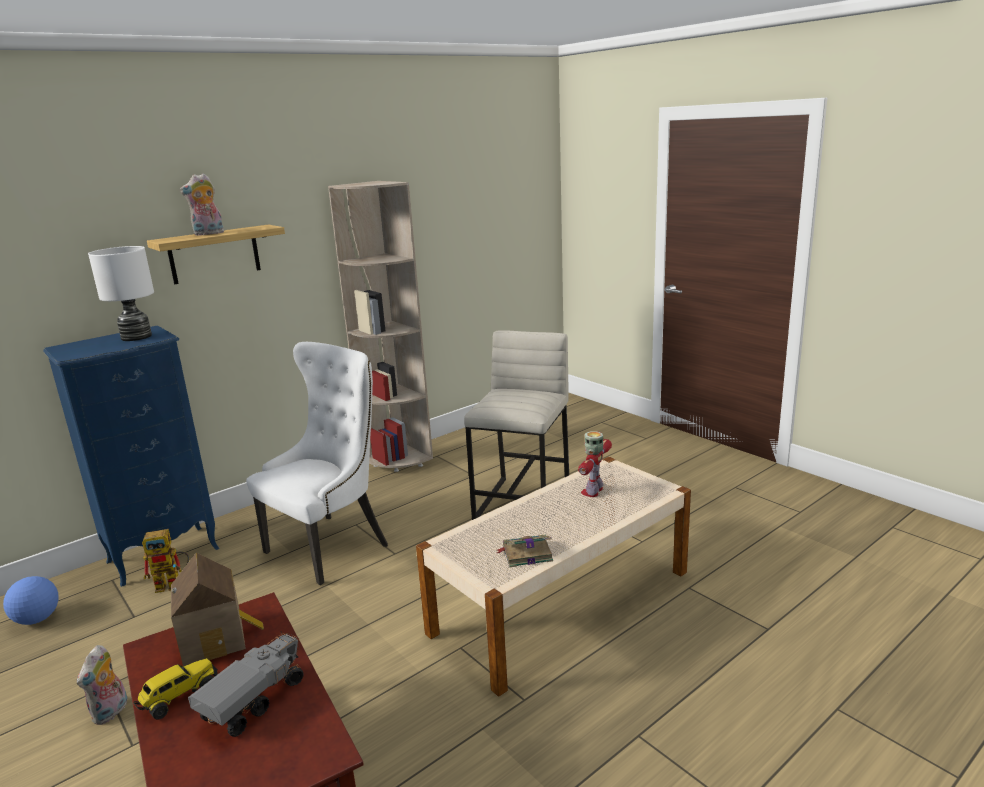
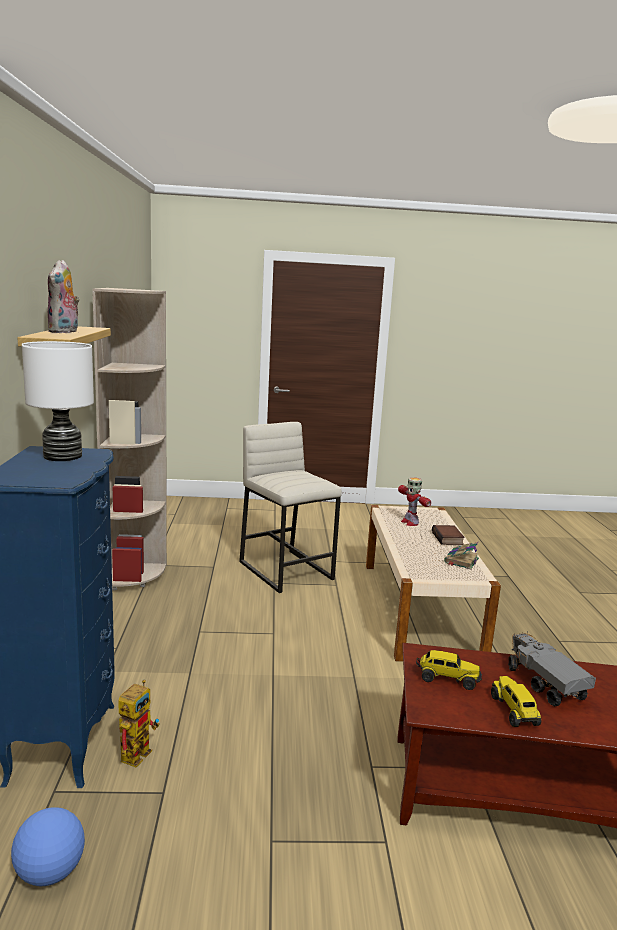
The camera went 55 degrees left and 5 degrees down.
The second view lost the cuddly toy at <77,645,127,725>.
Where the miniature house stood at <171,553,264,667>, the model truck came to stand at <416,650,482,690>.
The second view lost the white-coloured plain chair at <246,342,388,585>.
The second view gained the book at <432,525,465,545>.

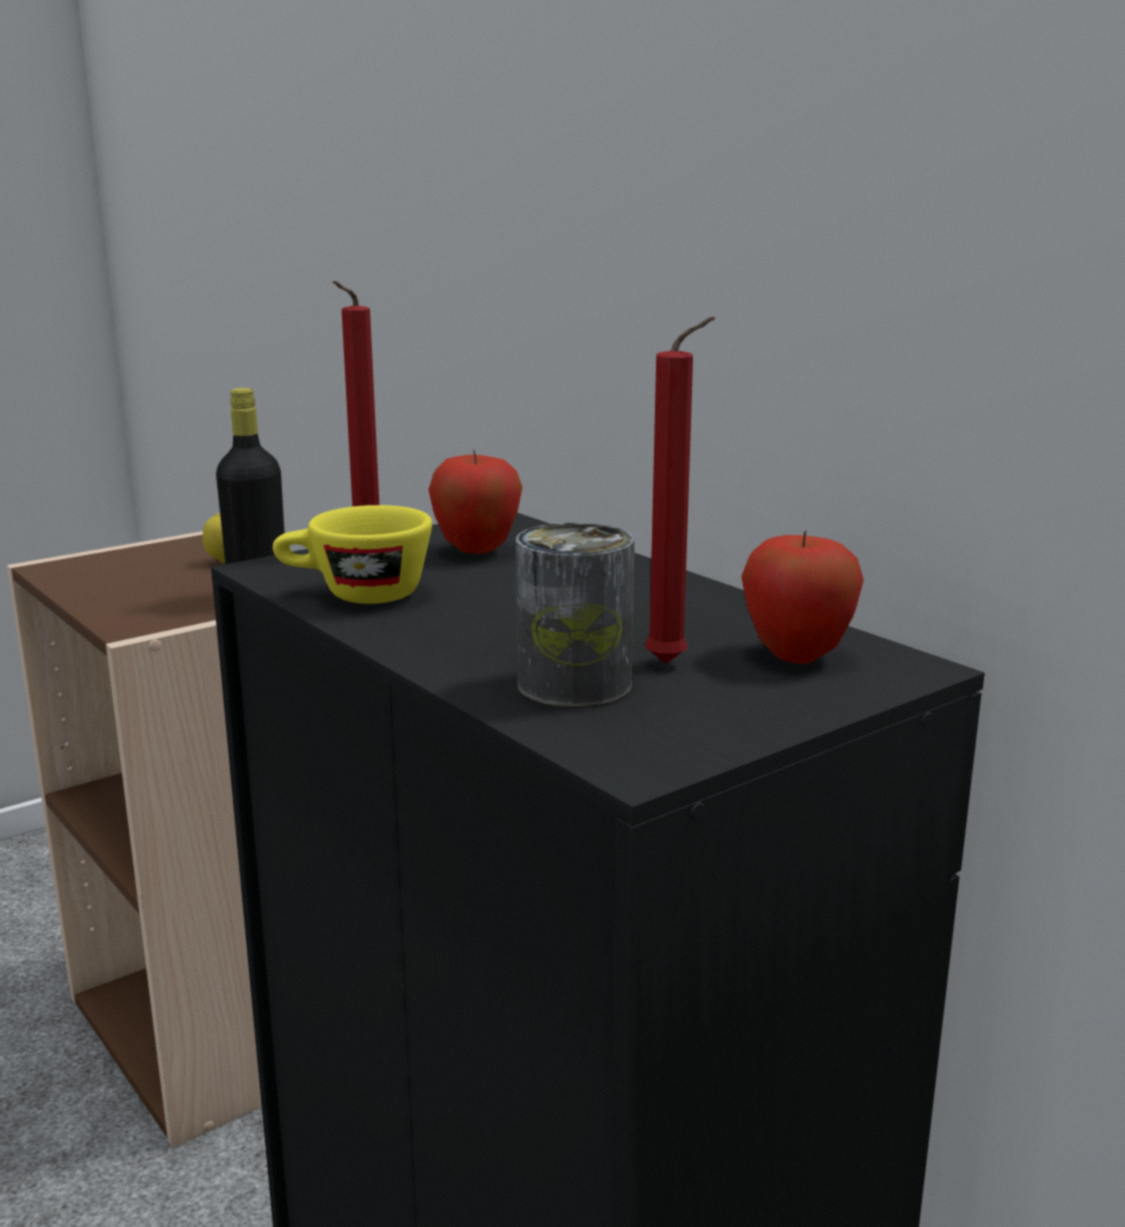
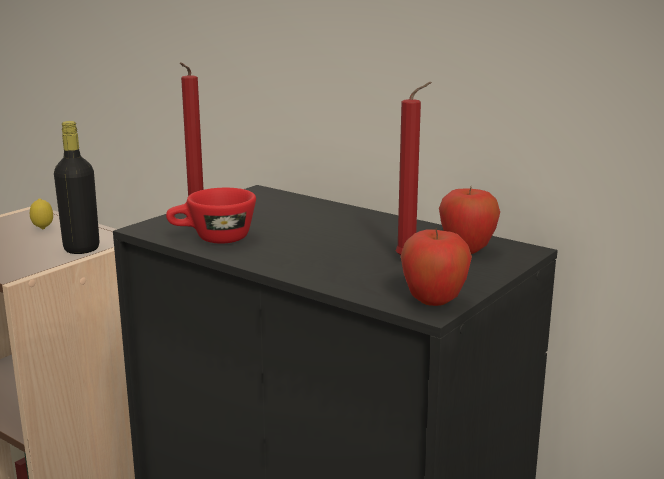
The camera went 15 degrees left and 0 degrees up.
What was the yellowish small cup at <273,505,432,604> turned into the reddish small cup at <166,188,256,244>.
The apple fruit ended up elsewhere, having gone from <428,450,522,554> to <401,228,472,306>.
The second view lost the sealed can at <516,523,635,708>.

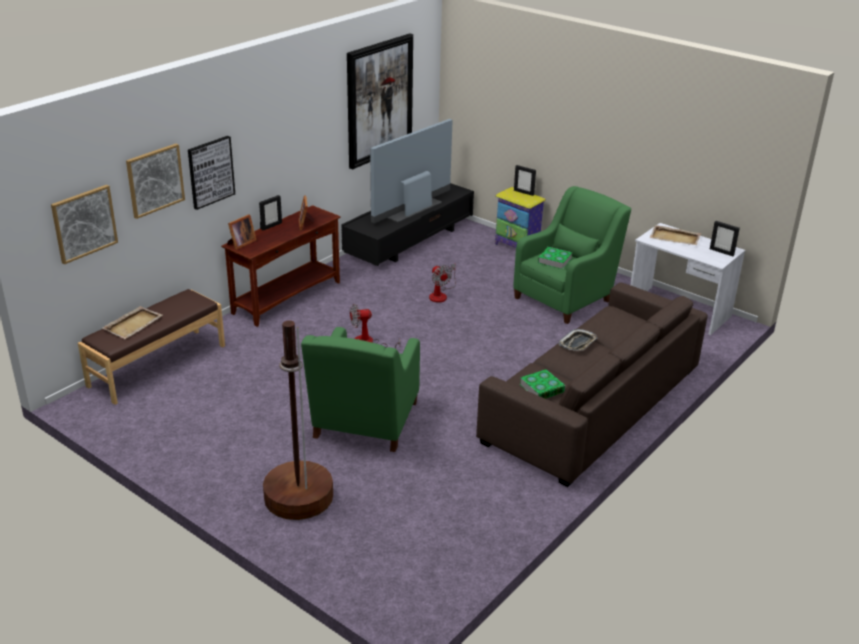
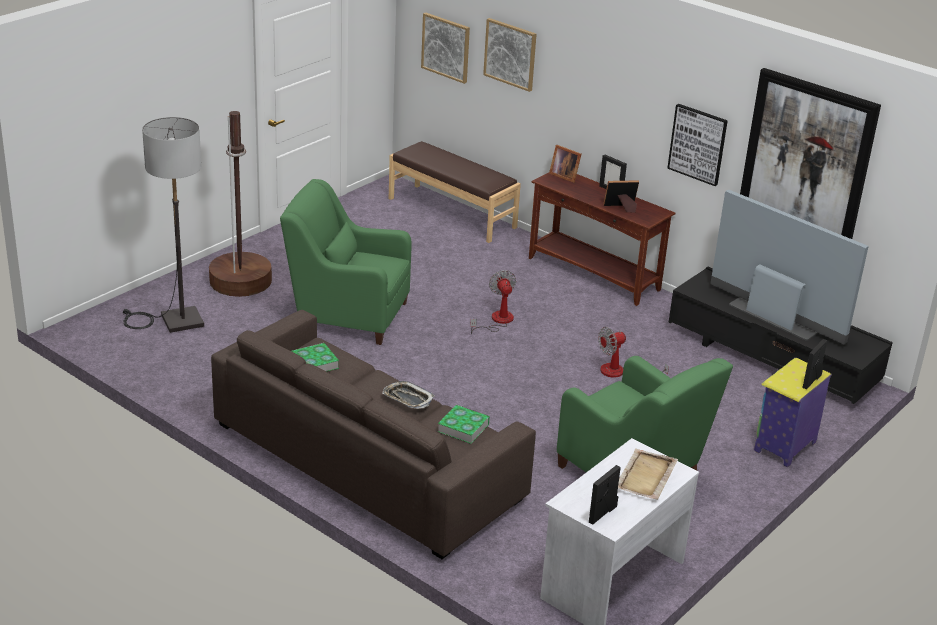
The camera went 90 degrees right and 0 degrees up.
The second view lost the beige-coloured tray at <102,306,163,339>.
The picture ended up elsewhere, having gone from <188,136,235,210> to <667,104,728,186>.
The book ended up elsewhere, having gone from <538,247,573,269> to <438,405,490,444>.
The second view gained the standard lamp at <123,117,204,333>.

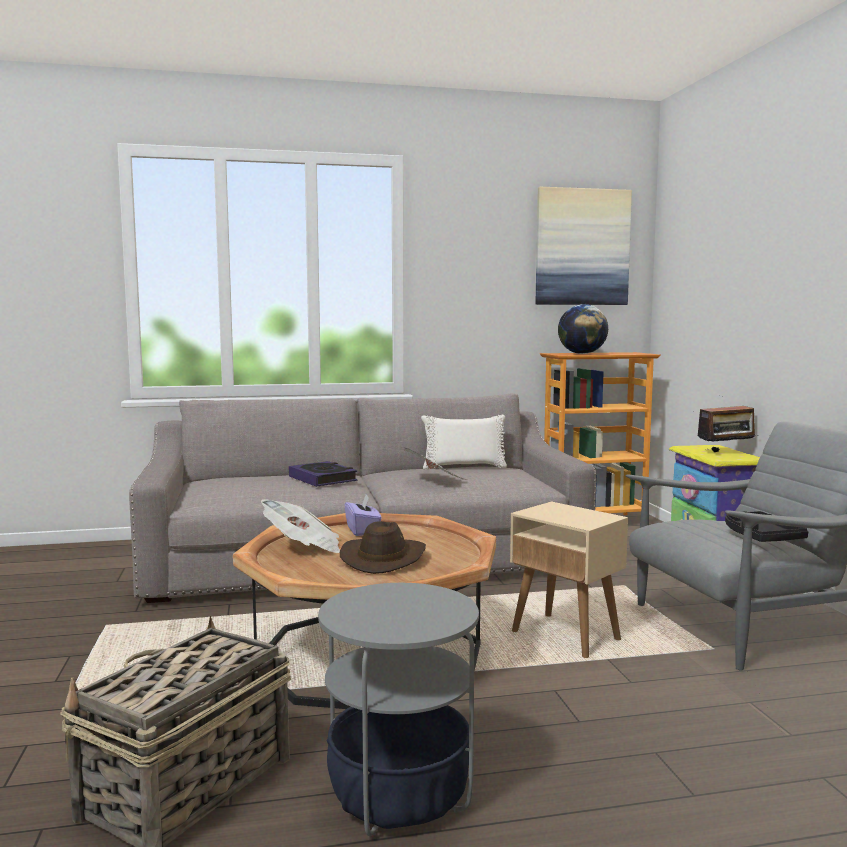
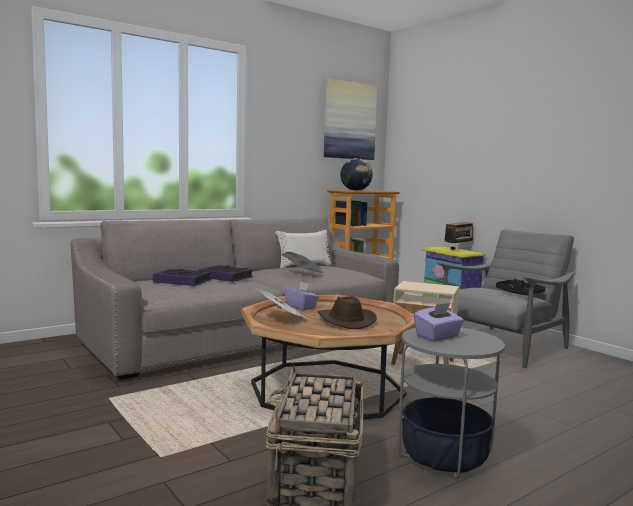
The camera went 25 degrees left and 0 degrees up.
The second view gained the book at <153,269,211,286>.
The second view gained the purplish tissue box at <414,303,464,341>.

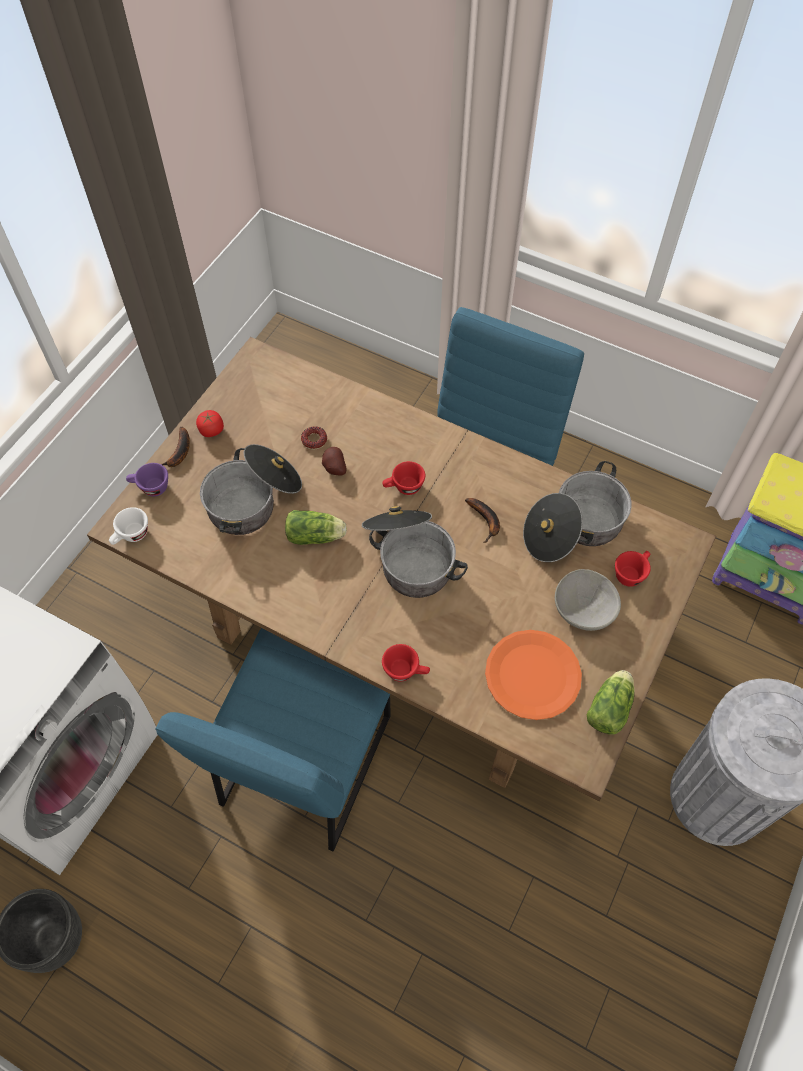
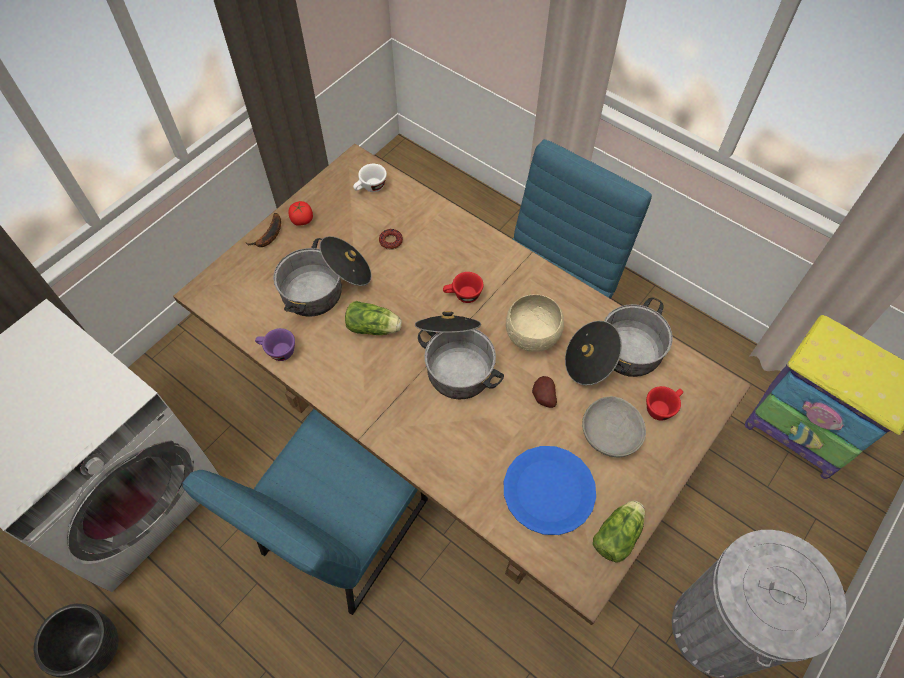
The camera went 10 degrees right and 0 degrees up.
The white-coloured small cup ended up elsewhere, having gone from <109,507,148,545> to <353,164,387,192>.
The purplish small cup ended up elsewhere, having gone from <126,463,168,496> to <255,328,295,361>.
The potato ended up elsewhere, having gone from <322,447,347,476> to <532,376,557,408>.
The second view lost the reddish small cup at <382,644,430,682>.
Where the banana fruit stood at <465,498,500,543>, the beige-coloured serving bowl came to stand at <506,294,564,352>.
What was the orange flat dish at <485,630,582,720> turned into the blue flat dish at <504,446,596,535>.

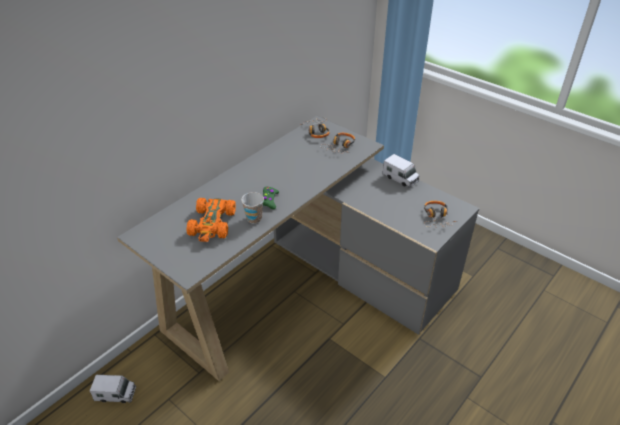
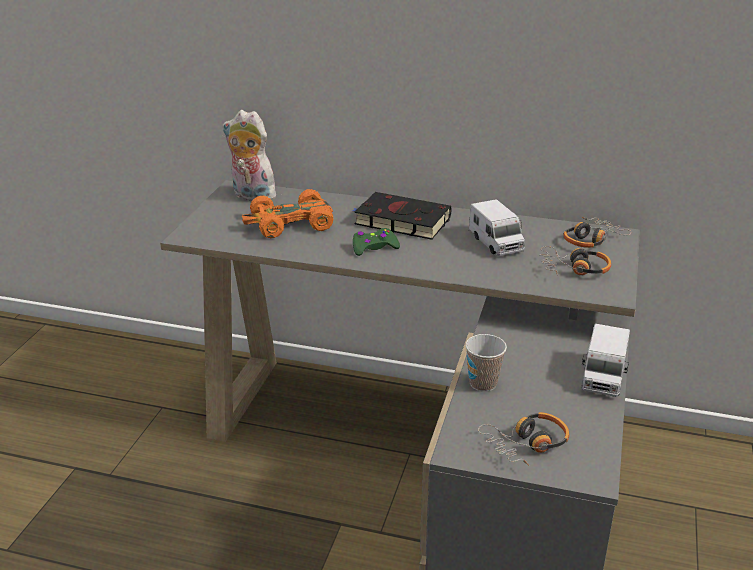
The camera went 65 degrees right and 10 degrees down.
The model truck ended up elsewhere, having gone from <90,375,136,403> to <469,199,525,256>.
The small cup ended up elsewhere, having gone from <241,192,264,224> to <465,334,507,392>.
The second view gained the cuddly toy at <222,110,280,201>.
The second view gained the black book at <352,192,451,240>.

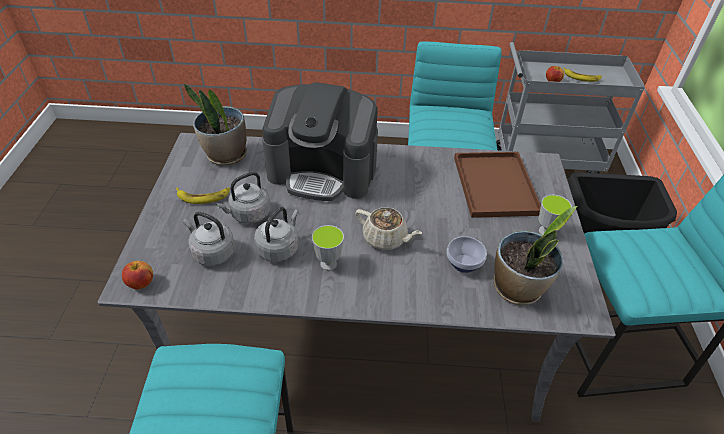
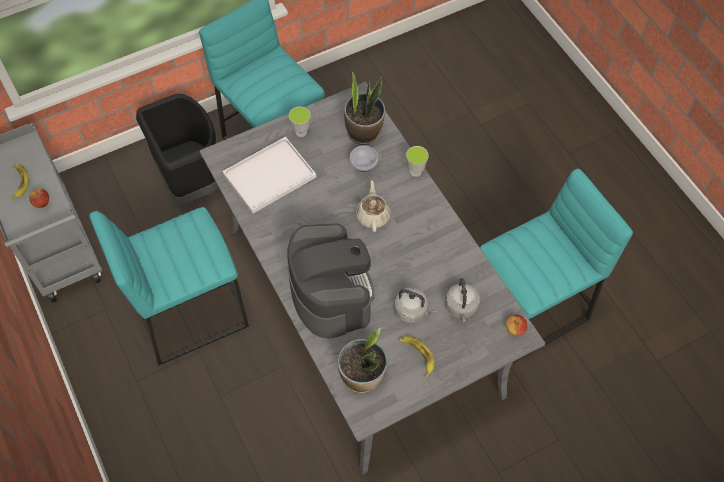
The camera went 120 degrees left and 15 degrees up.
The second view lost the greyish kettle at <254,207,299,262>.
The small cup ended up elsewhere, having gone from <312,225,344,271> to <406,146,429,177>.
What was the brown tray at <454,152,541,218> turned into the white-coloured tray at <223,136,316,213>.

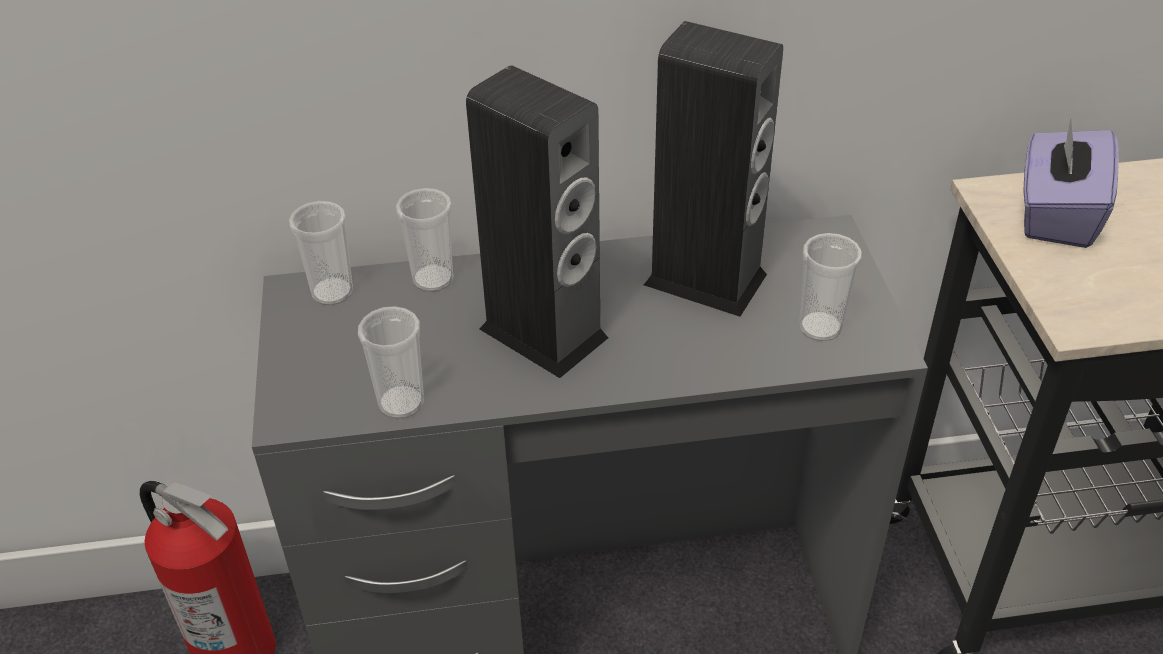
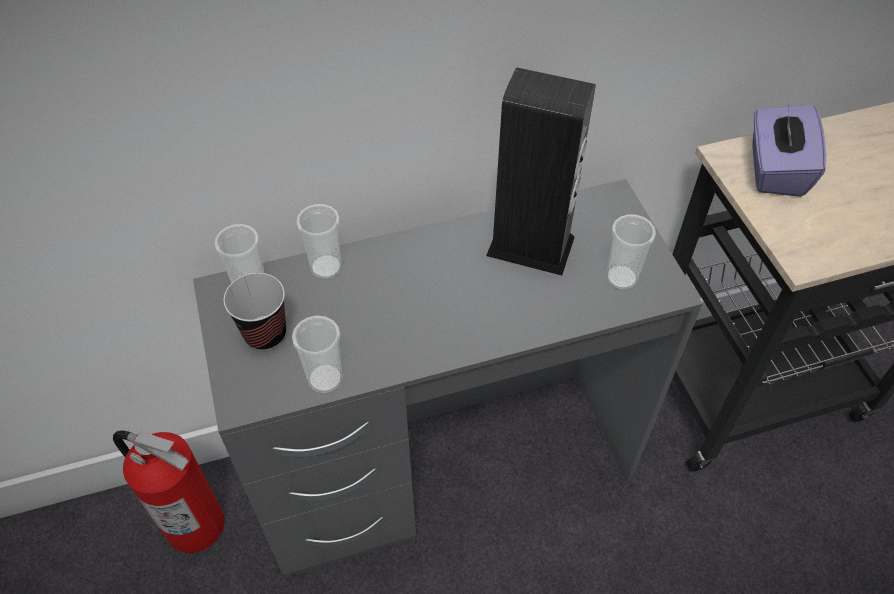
The camera went 10 degrees left and 10 degrees up.
The second view lost the loudspeaker at <466,66,608,378>.
The second view gained the small cup at <223,273,286,351>.

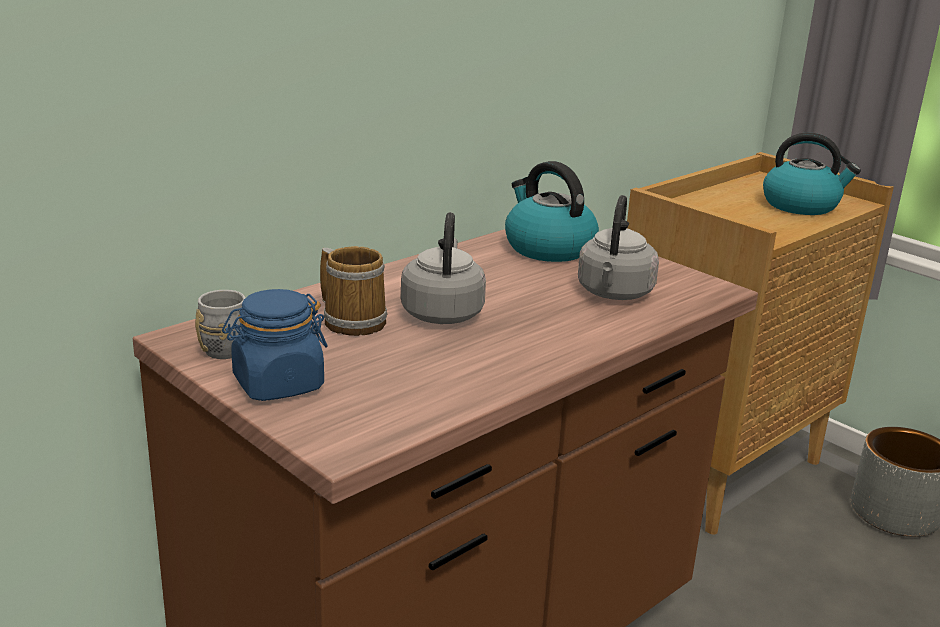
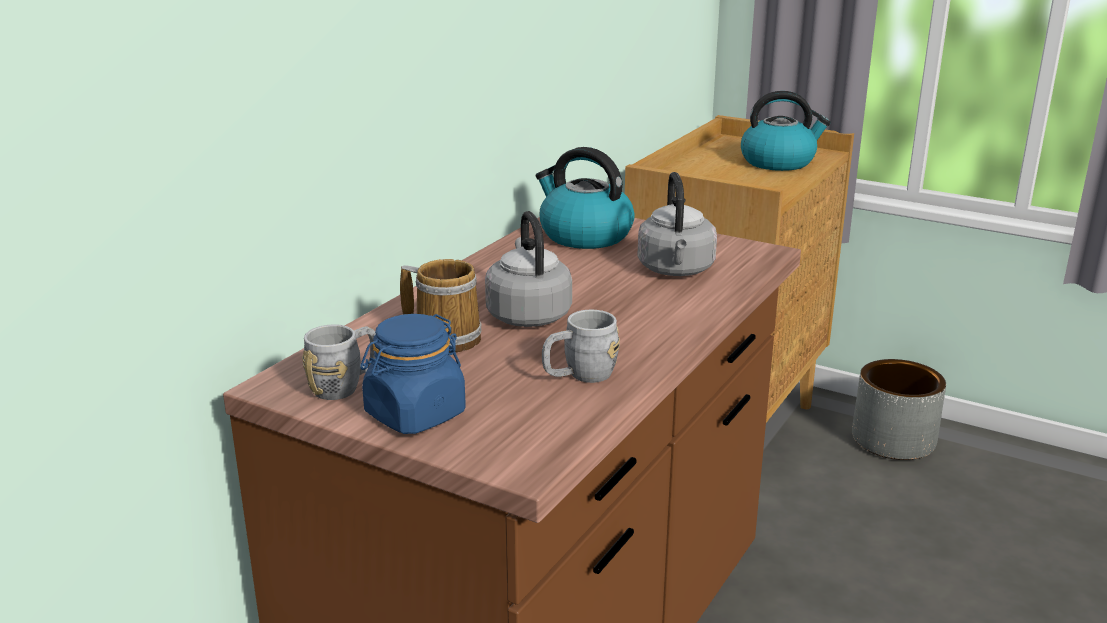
The camera went 15 degrees left and 0 degrees up.
The second view gained the greyish coffee mug at <542,310,620,383>.

